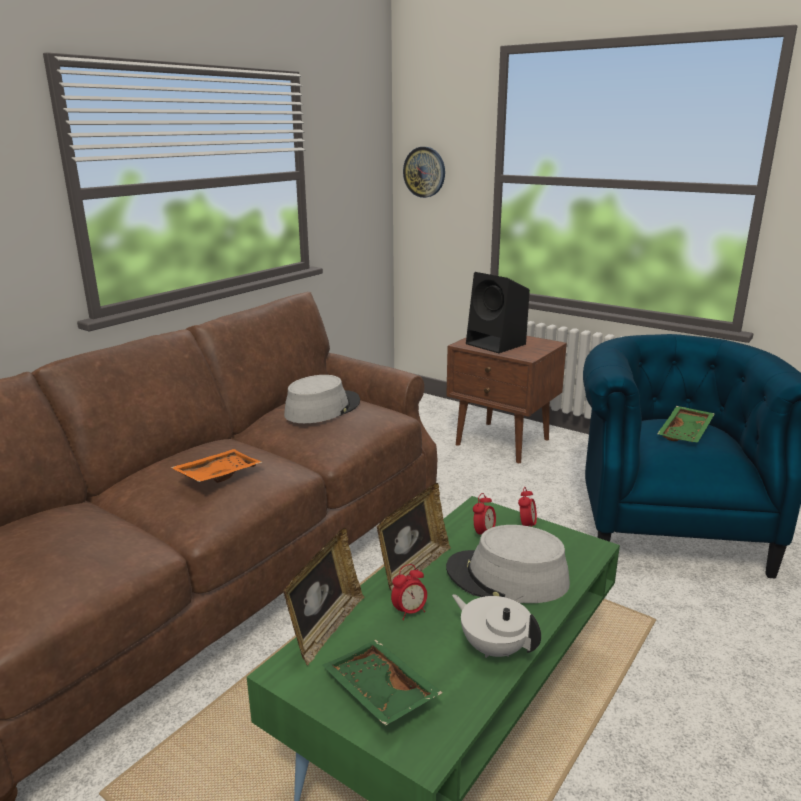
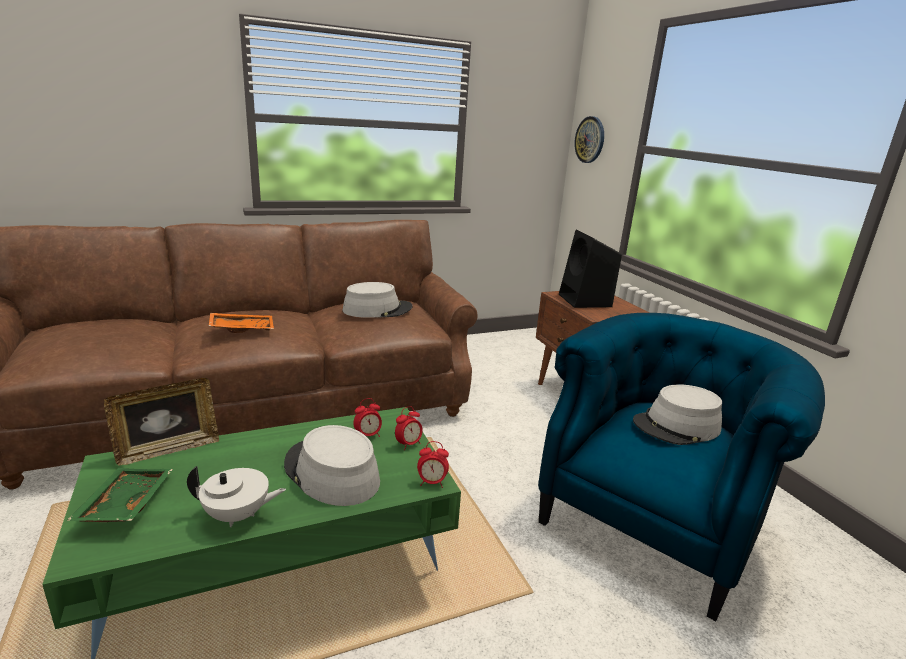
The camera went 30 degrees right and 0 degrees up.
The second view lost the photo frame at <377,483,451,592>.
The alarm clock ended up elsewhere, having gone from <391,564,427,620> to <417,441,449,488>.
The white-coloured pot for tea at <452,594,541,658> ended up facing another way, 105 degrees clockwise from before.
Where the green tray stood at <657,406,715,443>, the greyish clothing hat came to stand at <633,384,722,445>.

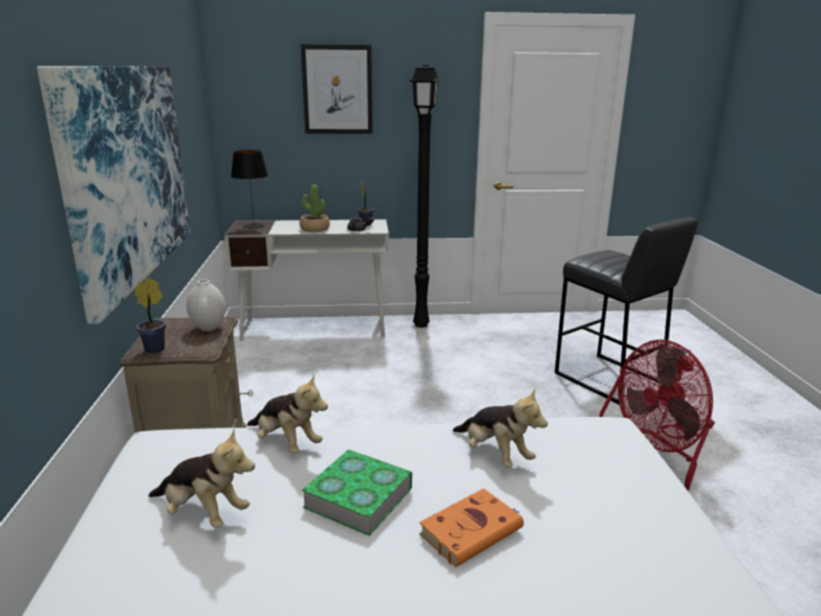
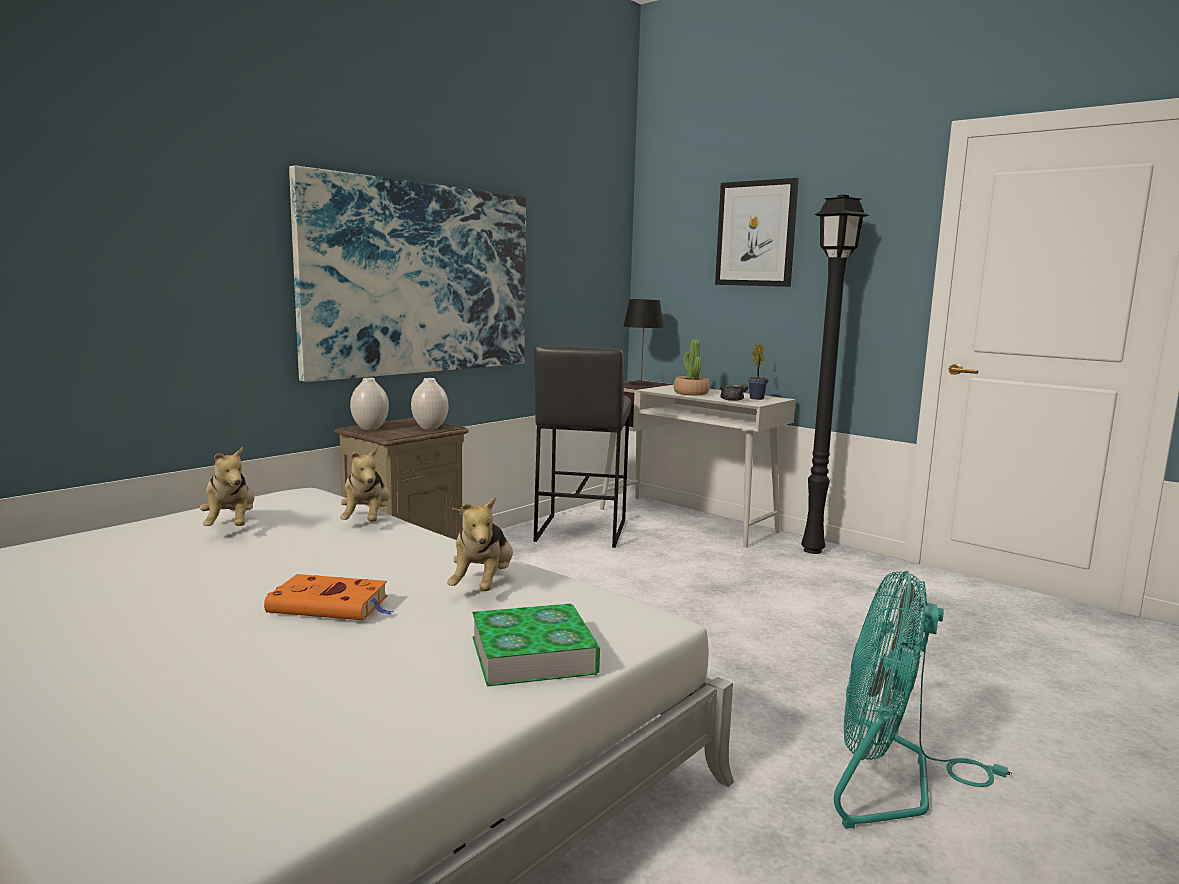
The camera went 45 degrees right and 10 degrees down.
Where the houseplant stood at <134,277,166,353>, the white-coloured vase came to stand at <350,378,389,430>.
The book ended up elsewhere, having gone from <302,450,412,536> to <472,603,600,687>.
The greyish stool ended up elsewhere, having gone from <555,217,699,404> to <534,345,631,548>.
What was the reddish cooling fan at <599,340,715,491> turned into the turquoise cooling fan at <834,570,1012,829>.

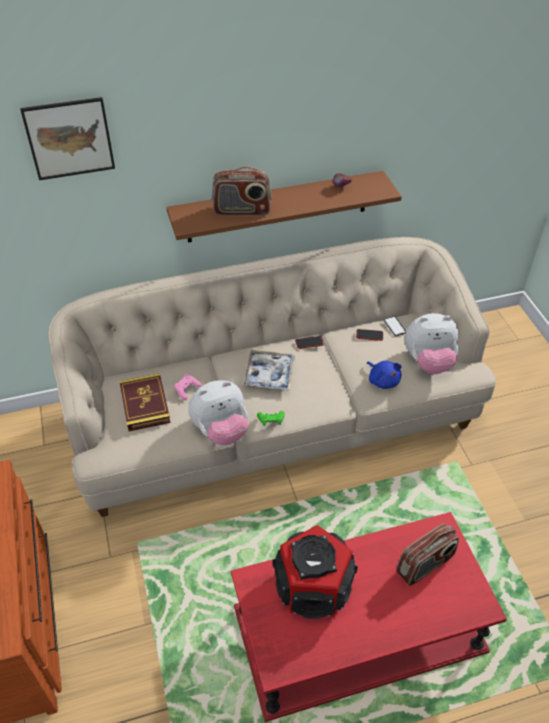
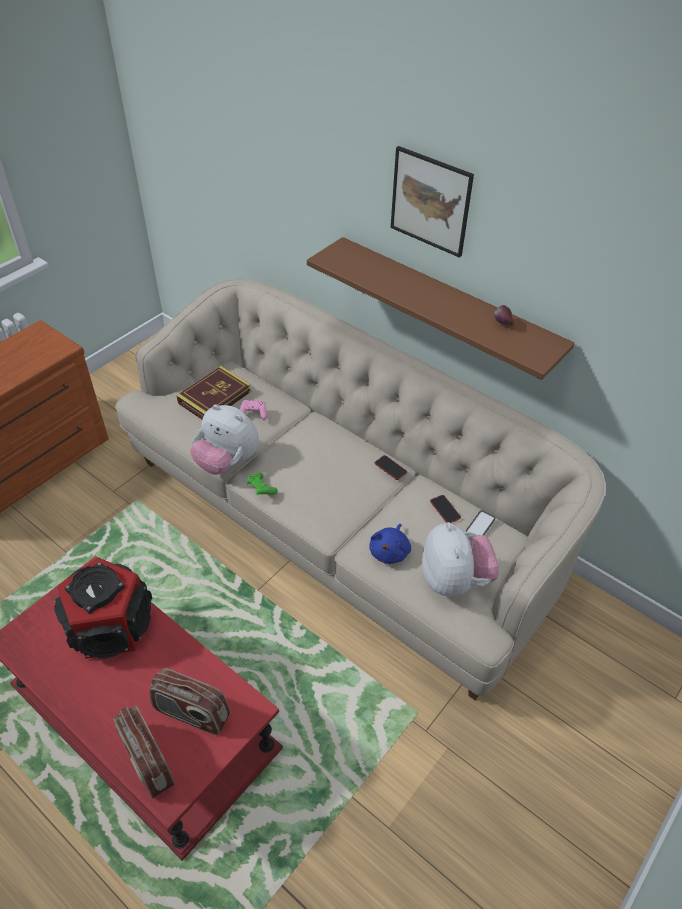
The camera went 55 degrees right and 0 degrees up.
The picture ended up elsewhere, having gone from <20,97,115,180> to <391,146,474,258>.
The radio ended up elsewhere, having gone from <212,166,272,216> to <113,706,175,799>.
The second view lost the tray at <243,350,295,390>.
The cuddly toy at <405,313,459,374> ended up facing another way, 150 degrees counterclockwise from before.

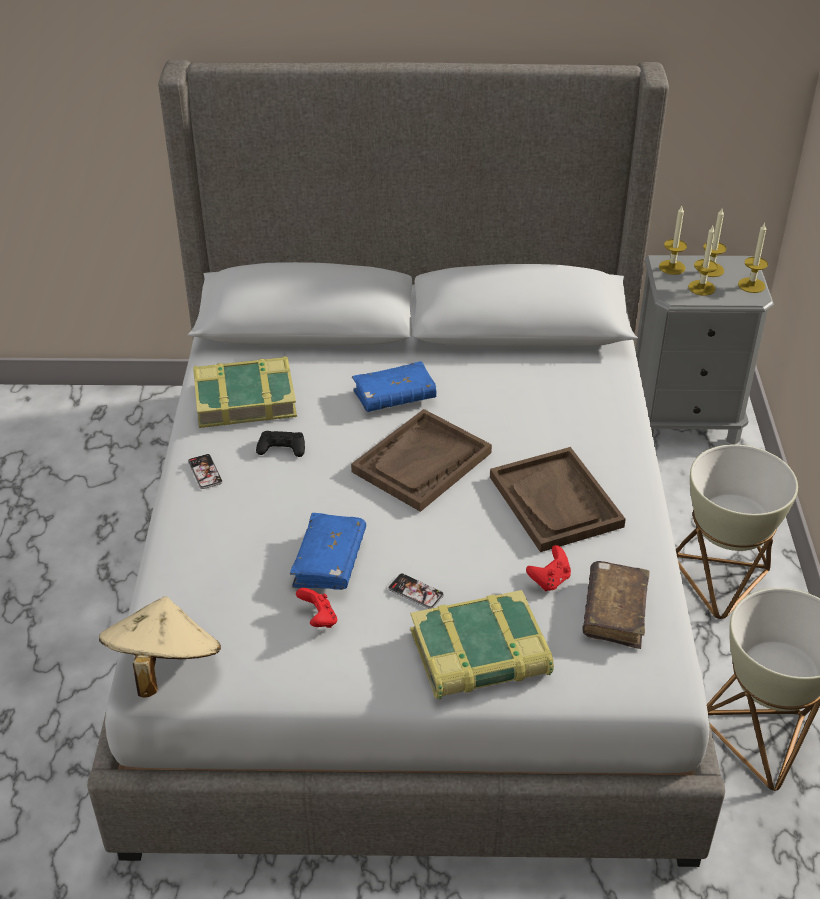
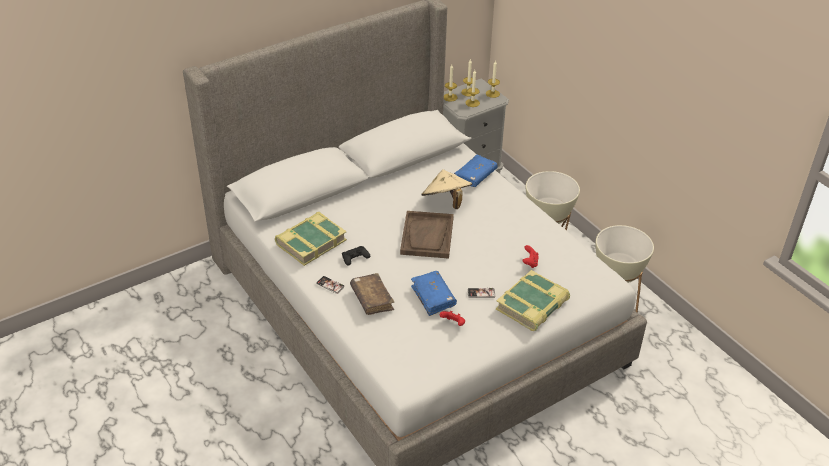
The camera went 35 degrees left and 0 degrees up.
The beige-coloured clothing hat ended up elsewhere, having gone from <99,596,221,698> to <421,169,472,209>.
The blue book ended up elsewhere, having gone from <352,361,437,412> to <454,154,498,187>.
The second view lost the brown tray at <490,447,626,552>.
The brown book ended up elsewhere, having gone from <582,561,650,649> to <350,273,394,315>.

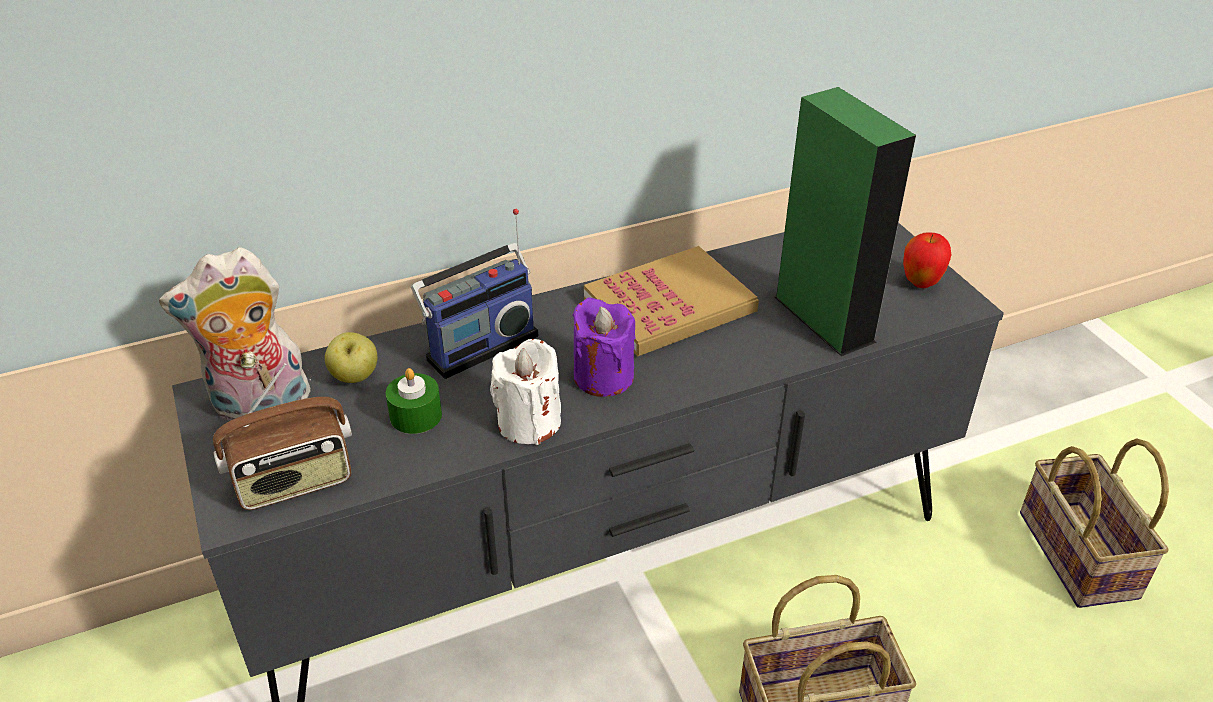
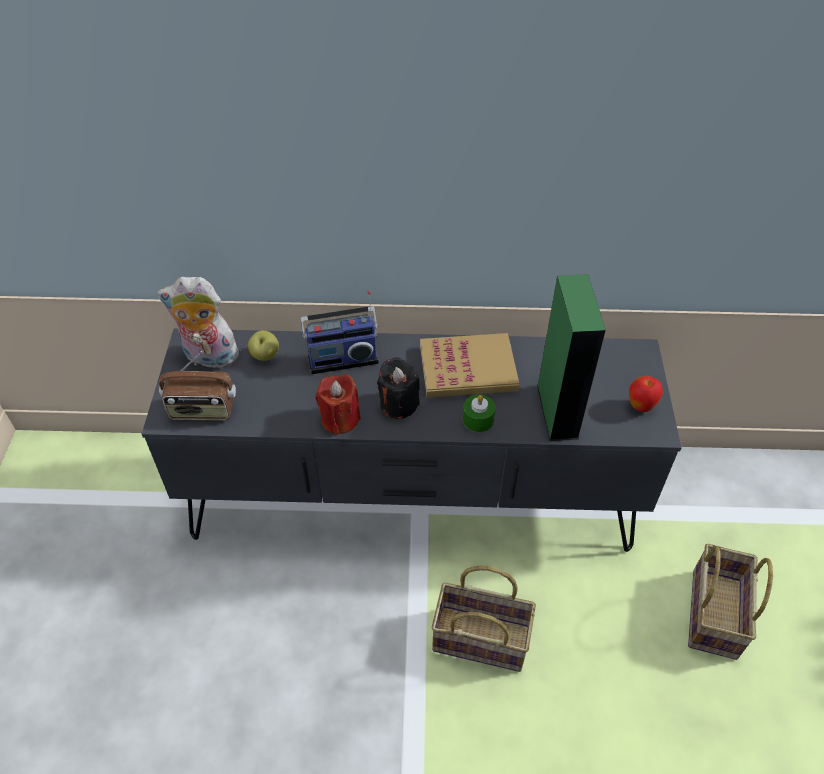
The camera went 25 degrees right and 10 degrees up.
The green candle ended up elsewhere, having gone from <386,368,442,434> to <463,394,496,432>.
What was the white-coloured candle at <490,339,561,445> turned into the reddish candle at <315,374,361,435>.
What was the purplish candle at <572,297,636,397> turned into the black candle at <377,357,420,419>.

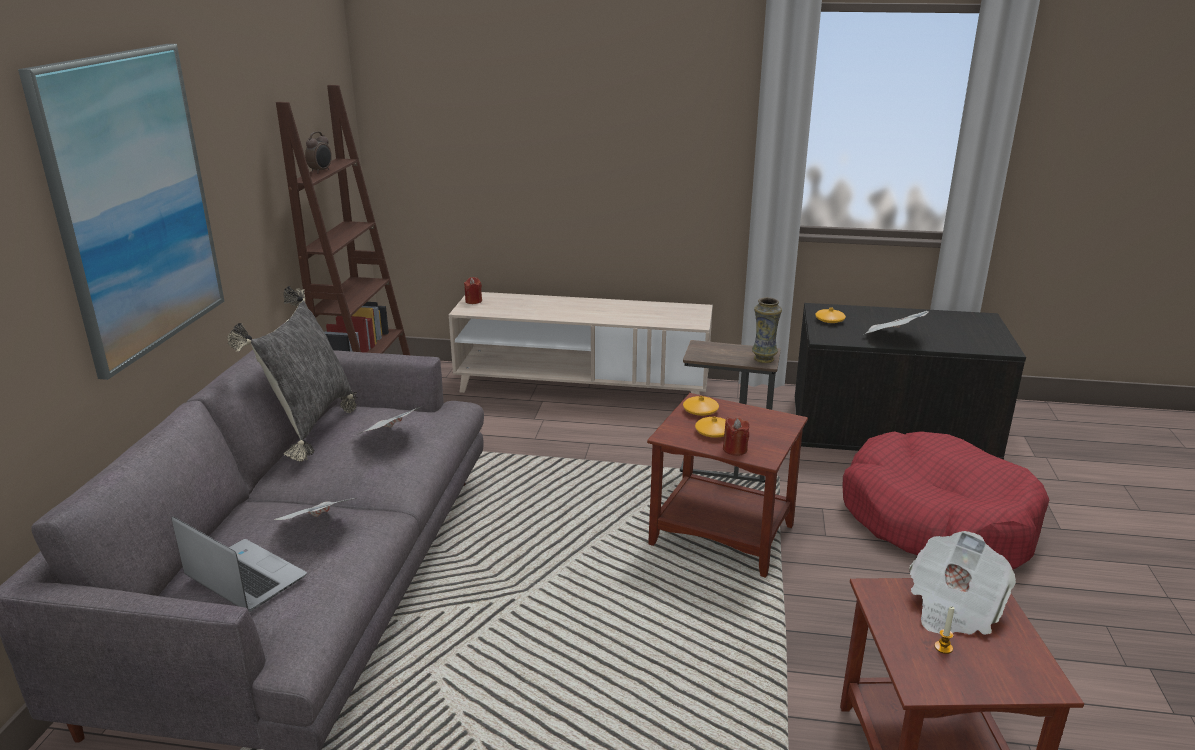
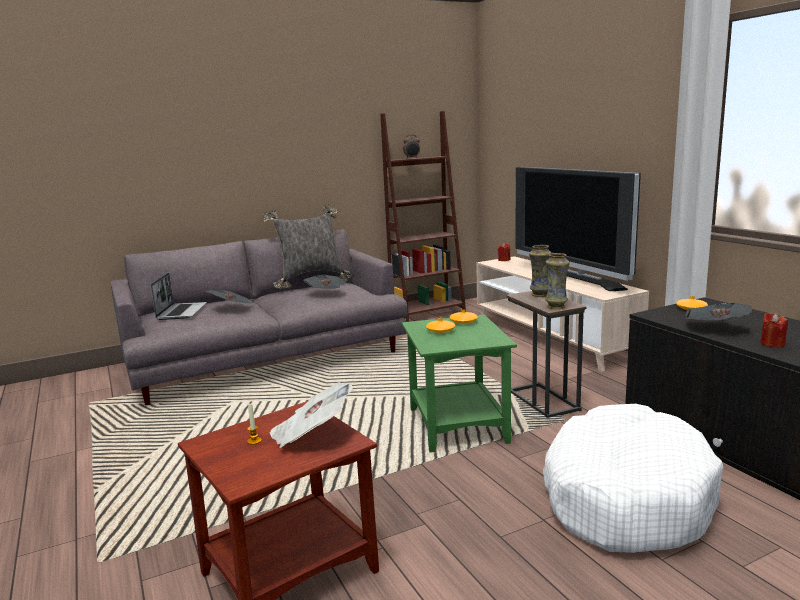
The camera went 55 degrees right and 10 degrees down.
The second view lost the picture at <18,44,224,380>.
What was the brown accent table at <647,393,808,578> turned into the green accent table at <402,315,517,452>.
The reddish candle ended up elsewhere, having gone from <723,418,749,456> to <760,313,788,347>.
What was the reddish pet bed at <842,431,1049,569> turned into the white-coloured pet bed at <543,404,723,553>.
The second view gained the television at <516,166,641,291>.
The second view gained the vase at <529,245,551,297>.

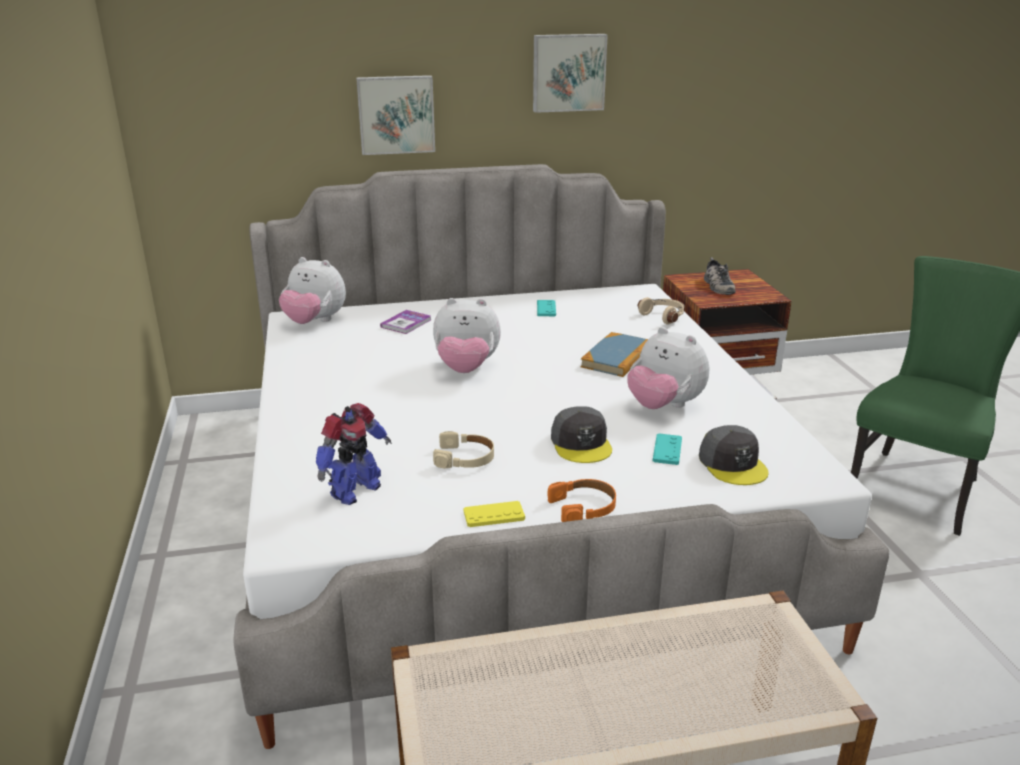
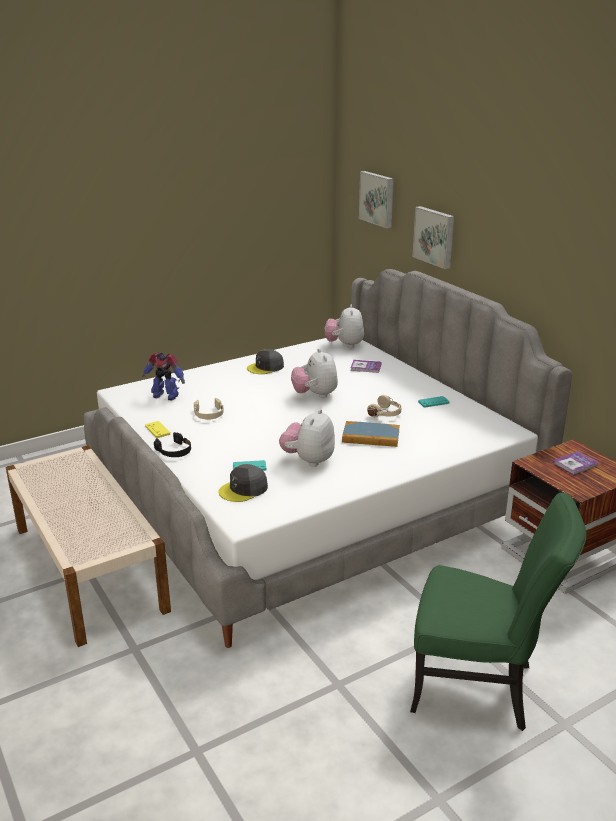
The camera went 70 degrees right and 0 degrees up.
The picture ended up elsewhere, having gone from <533,34,608,113> to <359,171,394,228>.
What was the orange pair of headphones at <548,479,616,522> turned into the black pair of headphones at <154,432,191,457>.
The greyish cap ended up elsewhere, having gone from <551,406,612,463> to <247,349,284,374>.
The beige-coloured pair of headphones ended up elsewhere, having gone from <638,297,684,325> to <367,395,402,417>.
Where the shoe stood at <704,257,736,295>, the book came to stand at <553,451,598,475>.

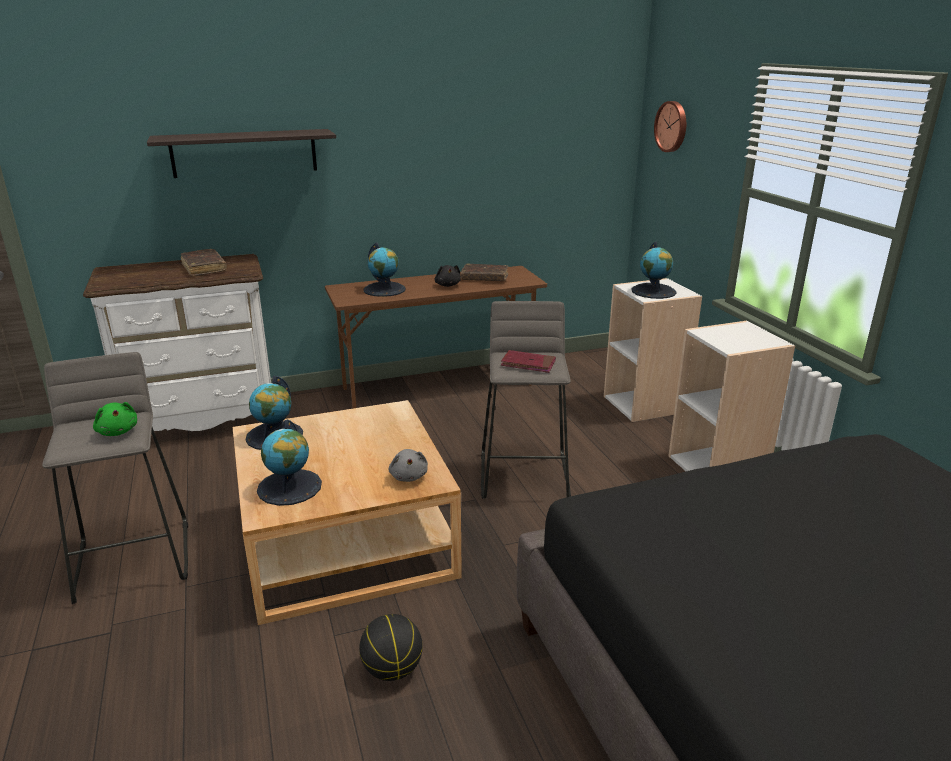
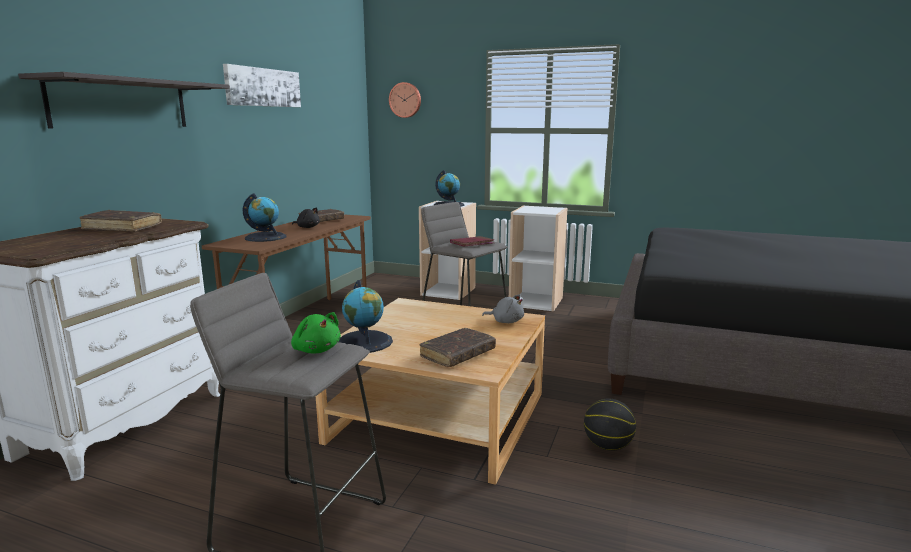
The camera went 50 degrees left and 10 degrees down.
The green cuddly toy at <93,402,137,436> ended up facing another way, 45 degrees clockwise from before.
Where the desk globe stood at <257,420,322,506>, the brown book came to stand at <419,328,496,367>.
The second view gained the picture at <223,64,301,107>.

